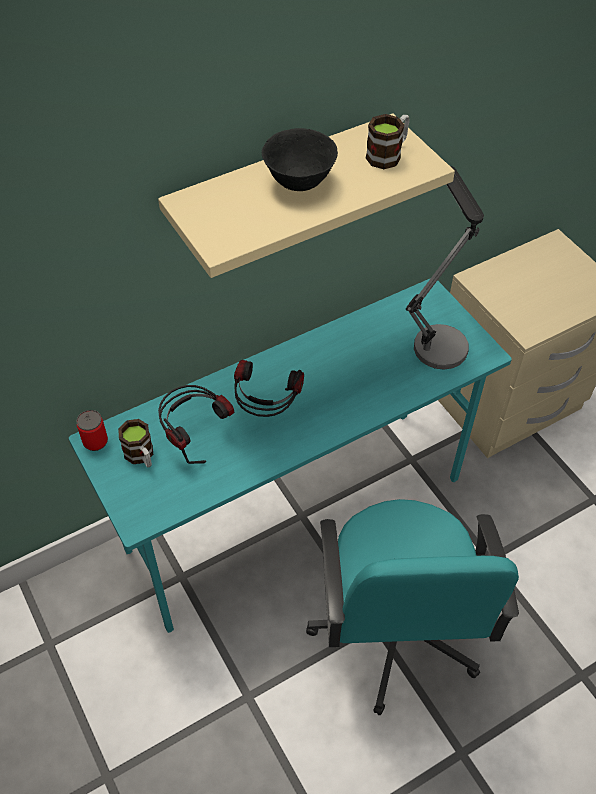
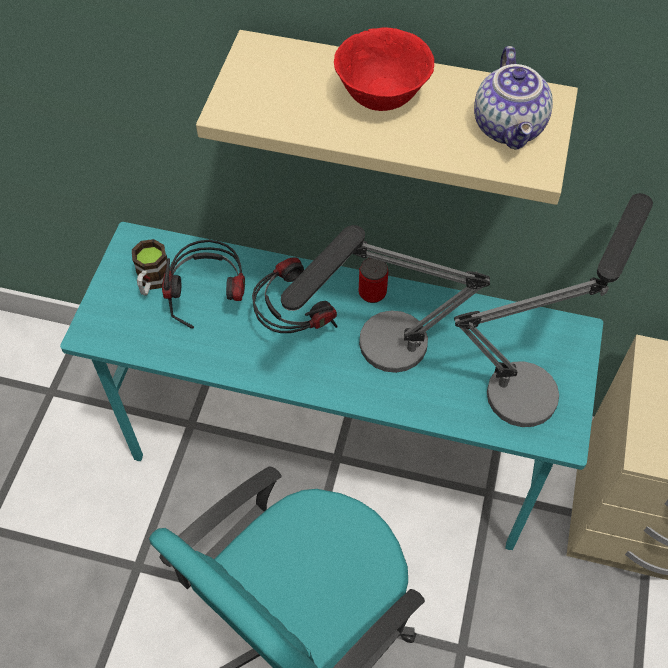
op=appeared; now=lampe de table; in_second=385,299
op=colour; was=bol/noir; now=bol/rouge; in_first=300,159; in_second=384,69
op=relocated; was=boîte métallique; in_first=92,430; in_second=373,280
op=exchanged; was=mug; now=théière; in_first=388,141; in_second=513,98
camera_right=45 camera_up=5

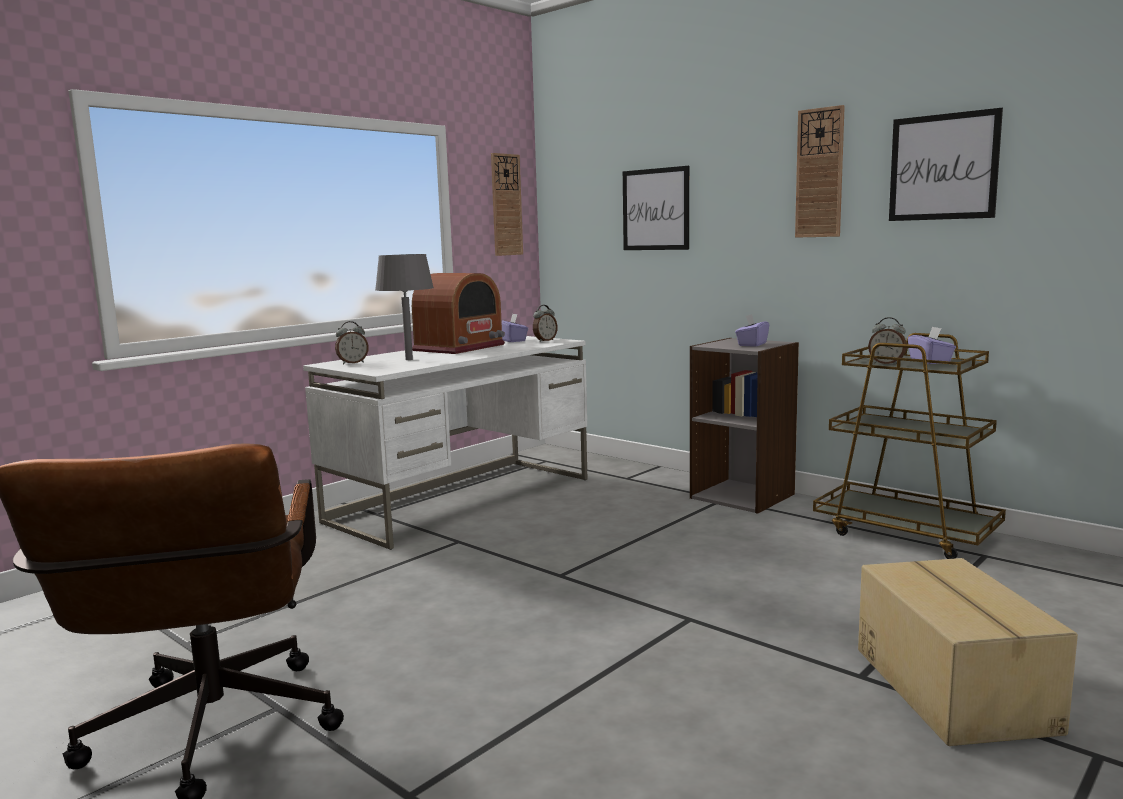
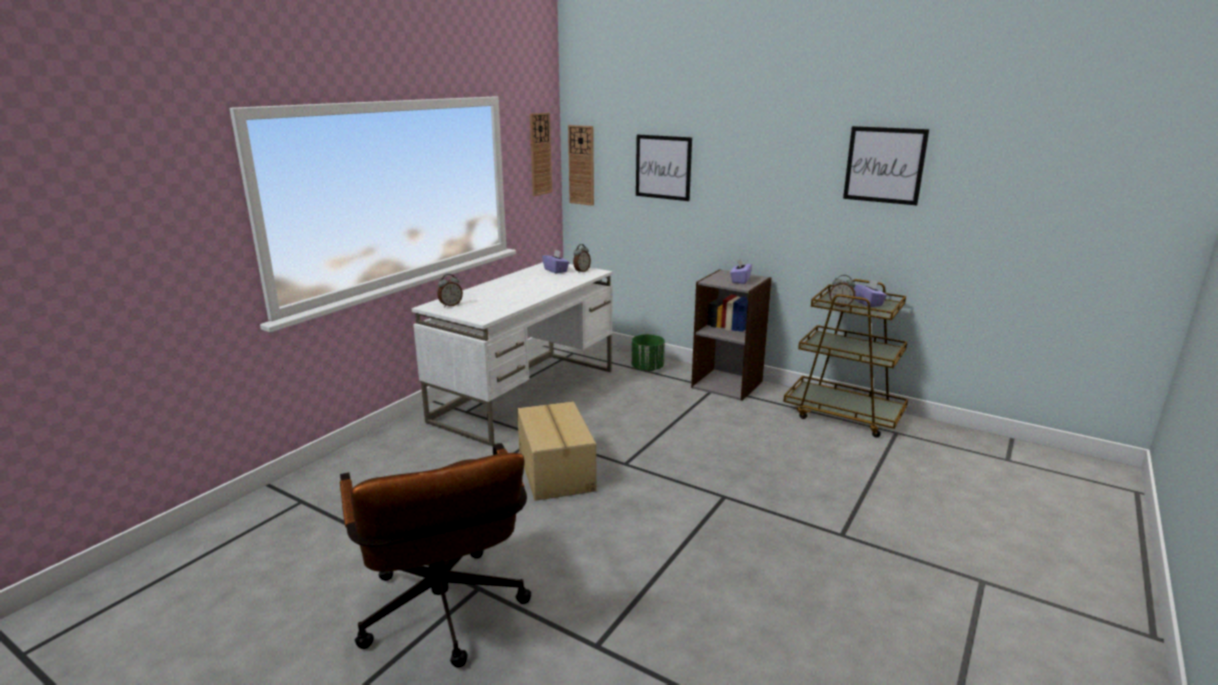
op=relocated; was=carton; in_first=968,652; in_second=557,451
op=relocated; was=horloge murale; in_first=820,171; in_second=581,165
op=appeared; now=cache-pot/vert; in_second=648,353
op=missing; was=lampe de table/gris; in_first=404,307
op=missing; was=radio; in_first=458,313
camera_right=-10 camera_up=10

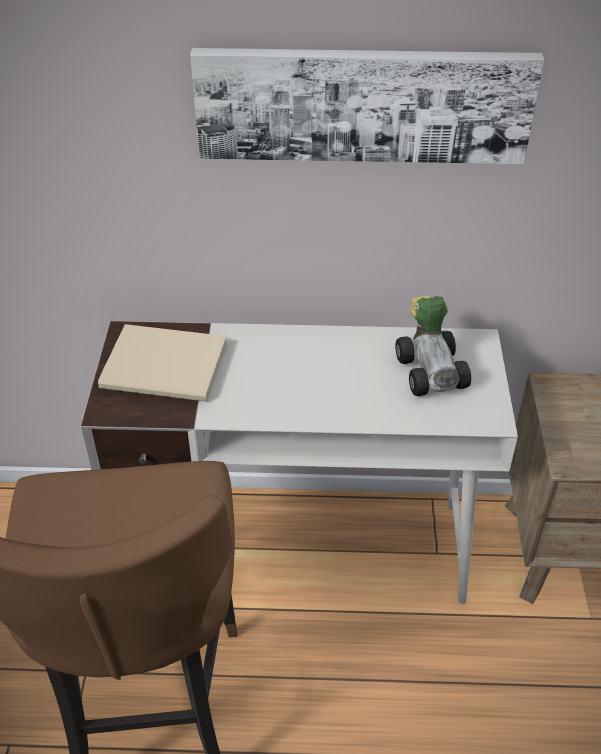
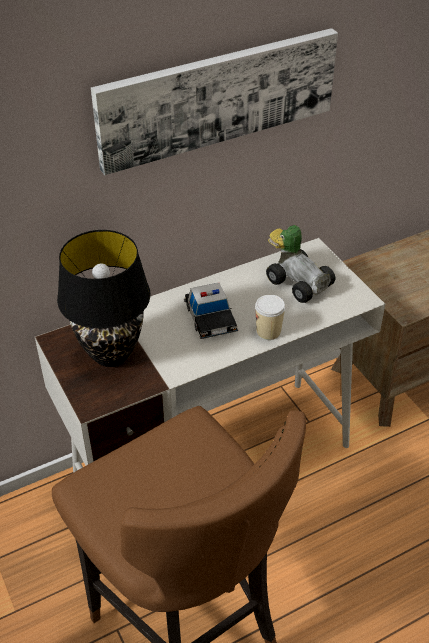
op=exchanged; was=livre/beige; now=lampe de table/noir; in_first=162,363; in_second=104,298
op=appeared; now=petite voiture; in_second=211,311
op=appeared; now=tasse; in_second=270,317
camera_right=-30 camera_up=0

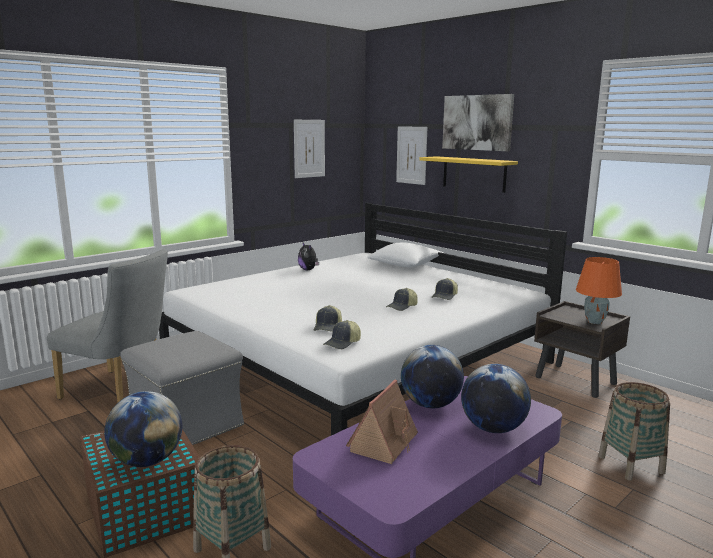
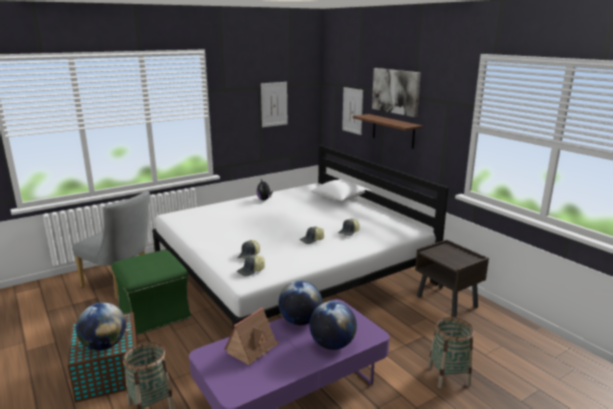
op=colour; was=pouf/gris; now=pouf/vert; in_first=182,388; in_second=151,292
op=colour; was=étagère/jaune; now=étagère/marron; in_first=468,174; in_second=387,131
op=missing; was=lampe de table/orange; in_first=599,290
camera_right=10 camera_up=5

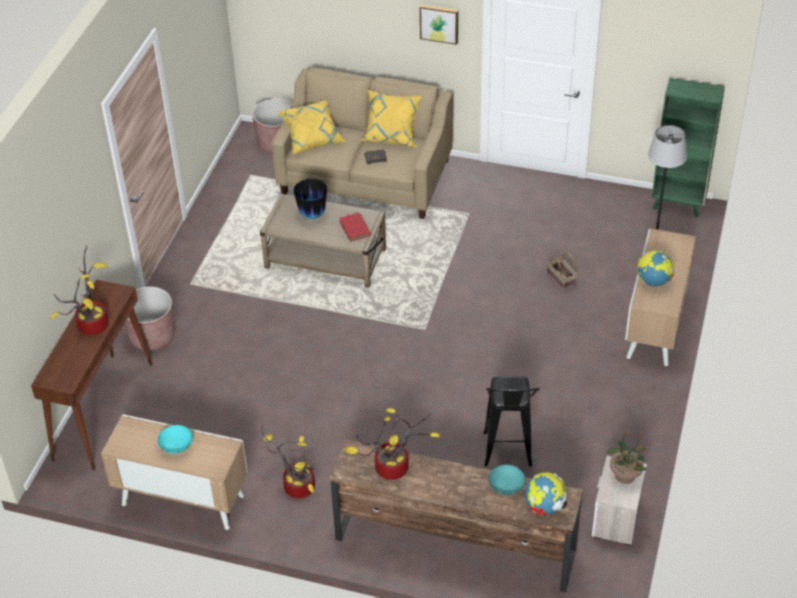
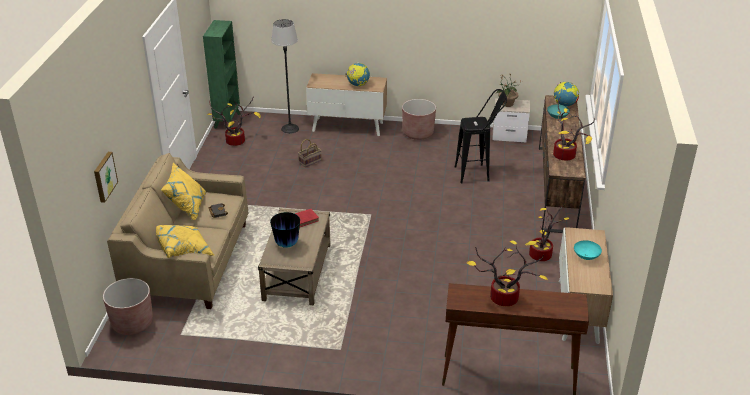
op=relocated; was=tableau; in_first=439,25; in_second=106,177
op=appeared; now=plante en pot; in_second=234,121
op=relocated; was=cache-pot/marron; in_first=149,319; in_second=419,119
camera_right=-100 camera_up=-10

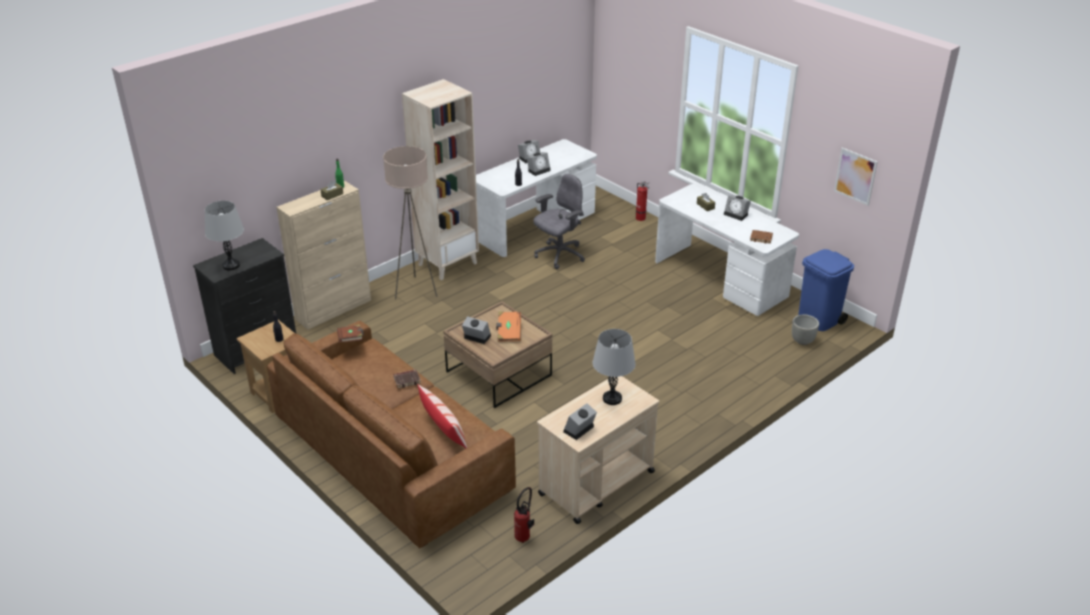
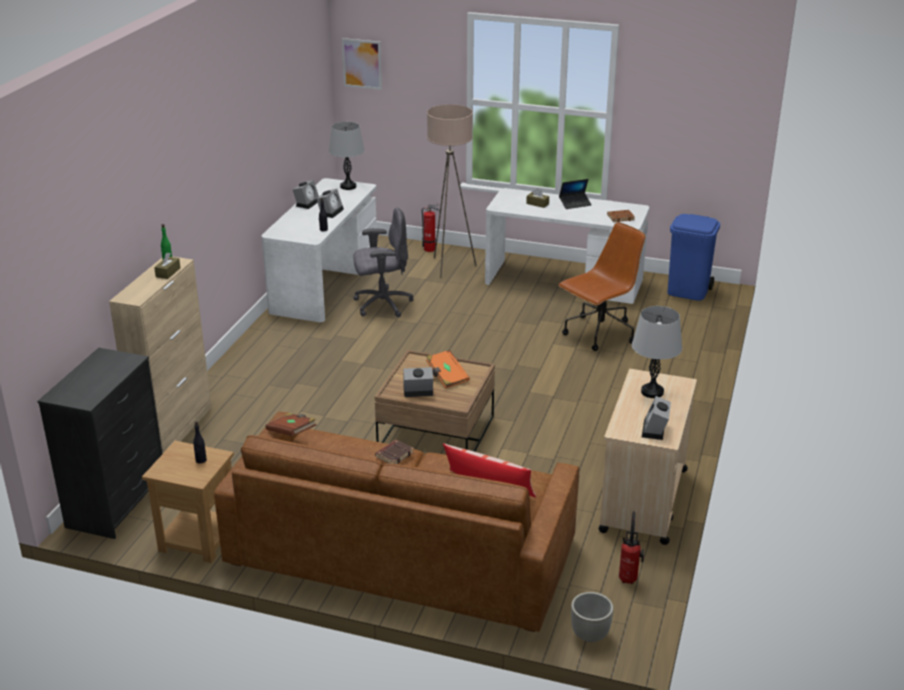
op=relocated; was=lampe de table/gris; in_first=224,236; in_second=347,156
op=relocated; was=tableau; in_first=855,176; in_second=362,64
op=spun; was=chaise de bureau/gris; in_first=559,221; in_second=383,262; clockwise=60
op=relocated; was=lampadaire/beige; in_first=410,223; in_second=452,191
op=appeared; now=chaise de bureau/marron; in_second=601,286
op=exchanged; was=réveil; now=ordinateur portable; in_first=737,208; in_second=575,194
op=relocated; was=cache-pot/gris; in_first=805,329; in_second=592,617
op=missing; was=bibliothèque/beige; in_first=440,179
camera_right=-30 camera_up=-5

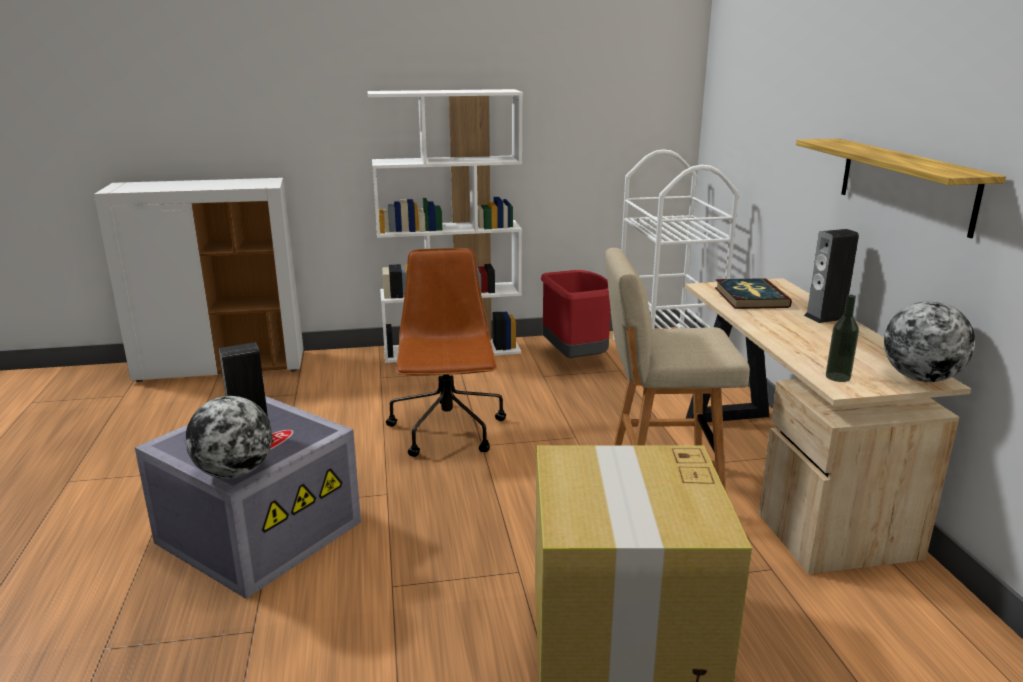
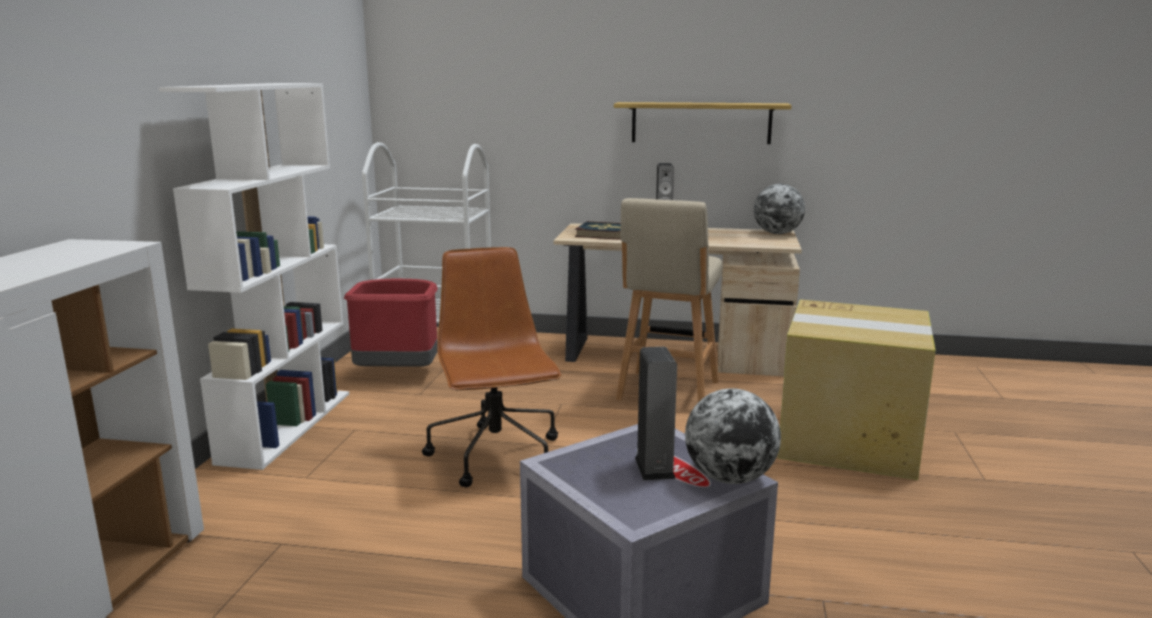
op=spun; was=chaise de bureau/marron; in_first=446,352; in_second=492,367; clockwise=60
op=missing; was=bouteille; in_first=842,338
camera_right=-70 camera_up=-5

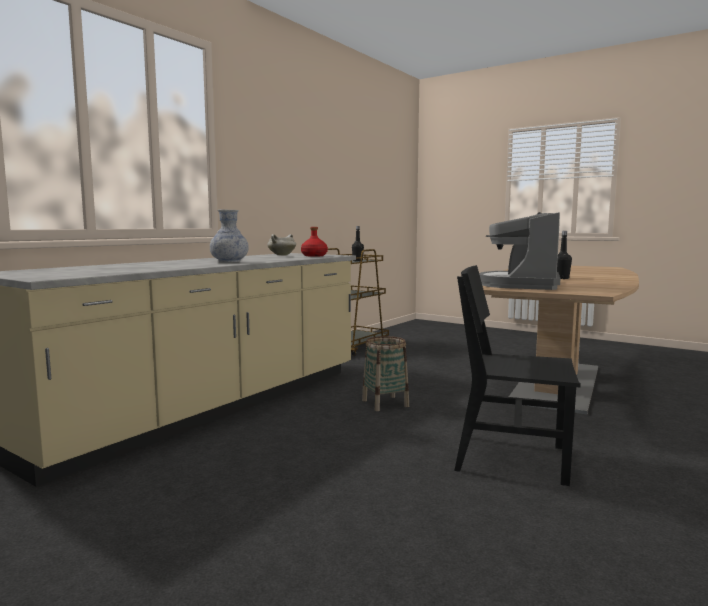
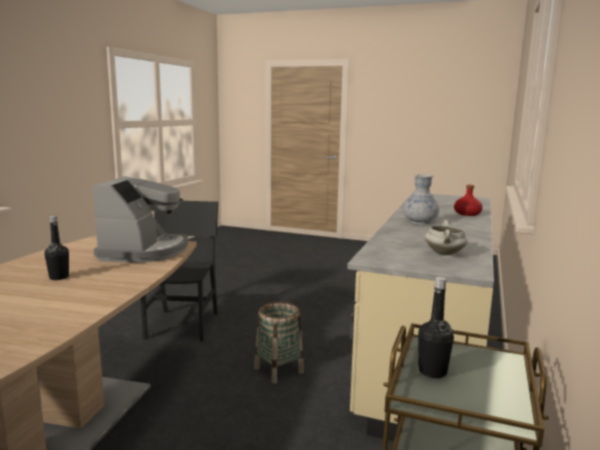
op=spun; was=chaise/noir; in_first=517,375; in_second=179,271; clockwise=-90
op=relocated; was=bouteille/rouge; in_first=314,242; in_second=468,200
camera_right=165 camera_up=5

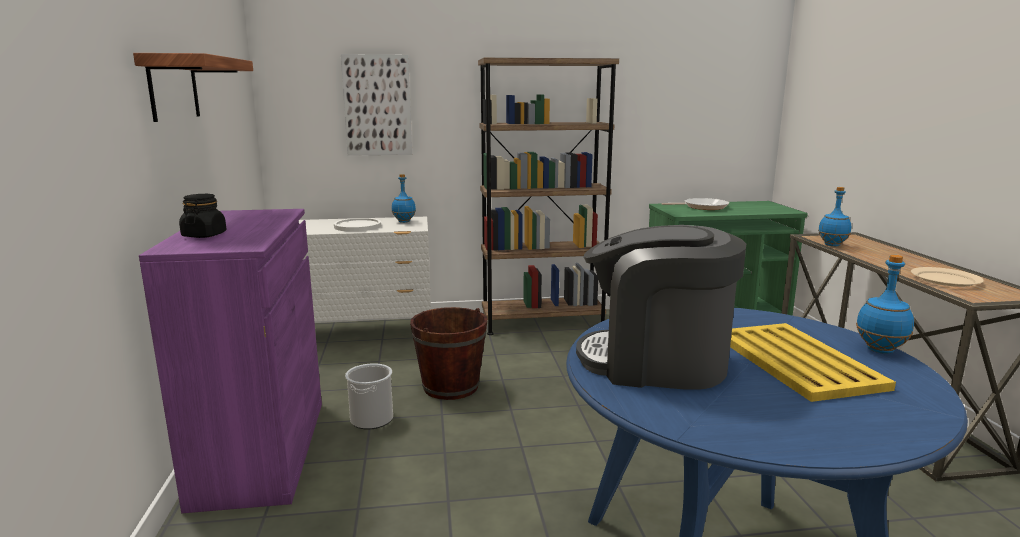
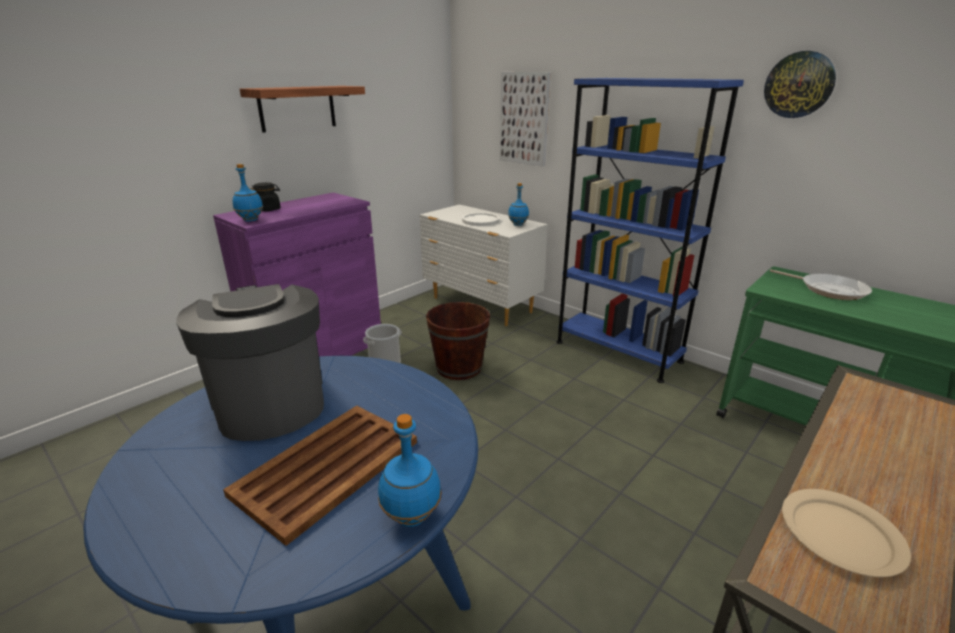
op=colour; was=plateau/jaune; now=plateau/marron; in_first=813,362; in_second=320,475
op=relocated; was=bouteille/bleu; in_first=834,216; in_second=248,193
op=colour; was=bibliothèque/marron; now=bibliothèque/bleu; in_first=548,196; in_second=650,230
op=appeared; now=horloge murale; in_second=800,84
camera_right=50 camera_up=10

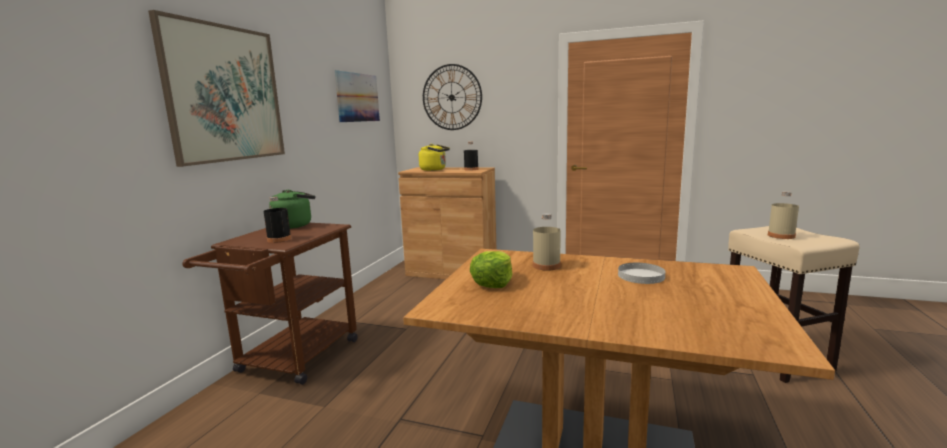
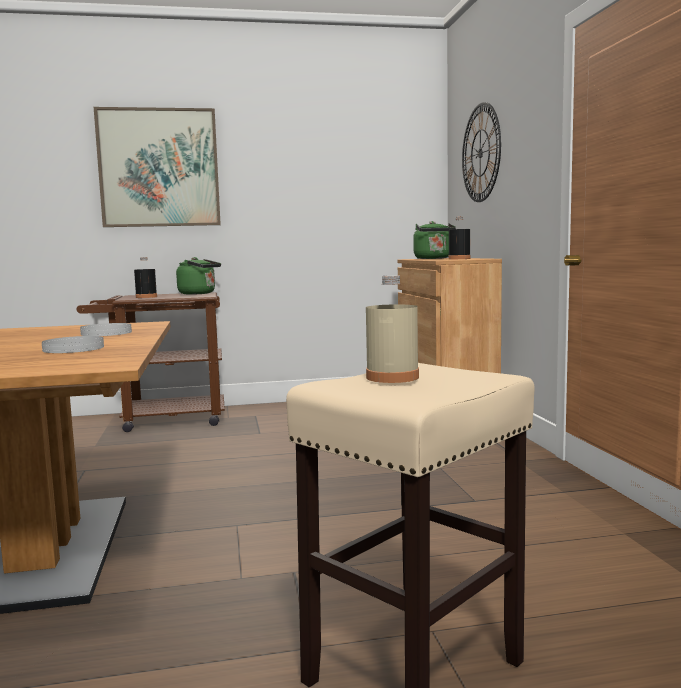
op=exchanged; was=bouteille/beige; now=assiette/blanc; in_first=547,242; in_second=106,329
op=colour; was=bouilloire/jaune; now=bouilloire/vert; in_first=434,157; in_second=434,240
op=missing; was=tableau; in_first=357,96
op=missing; was=laitue; in_first=491,269
camera_right=60 camera_up=-5

